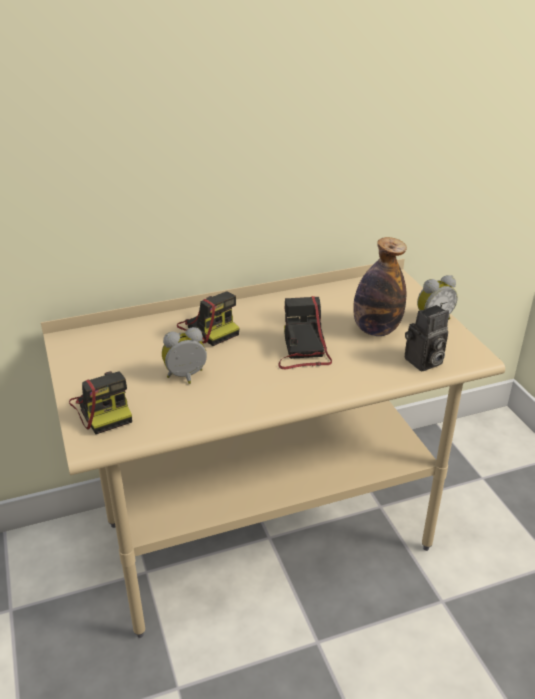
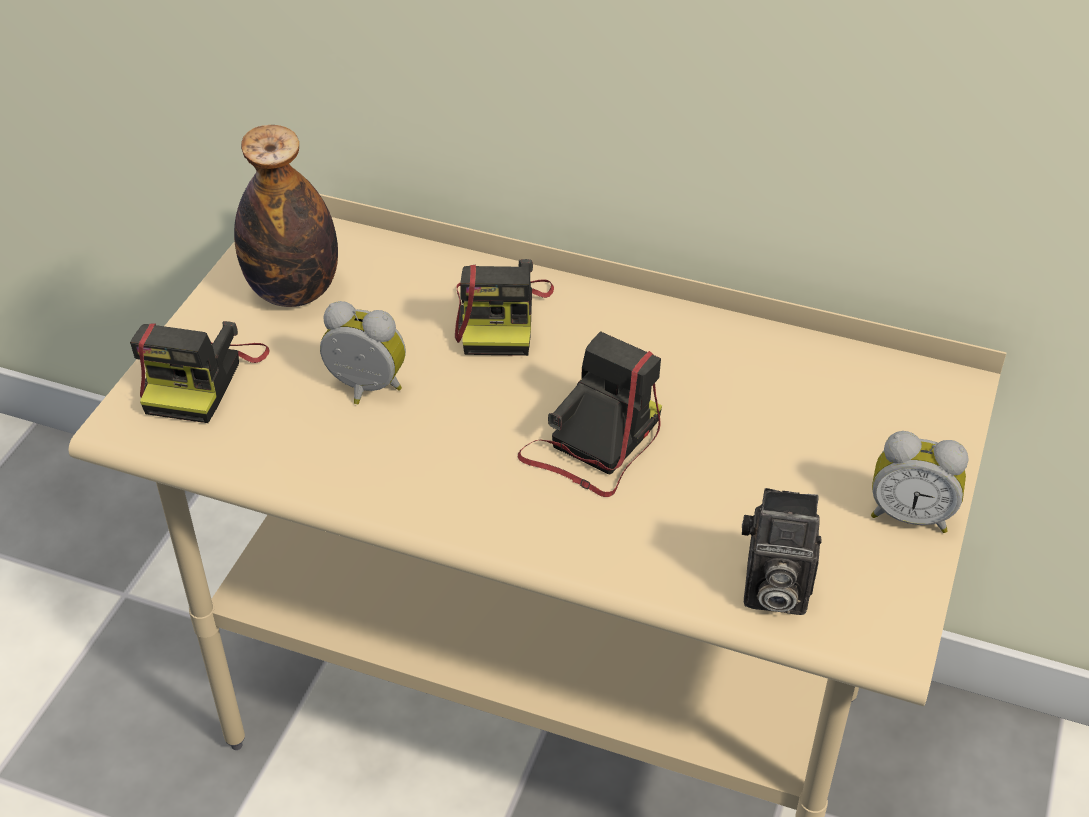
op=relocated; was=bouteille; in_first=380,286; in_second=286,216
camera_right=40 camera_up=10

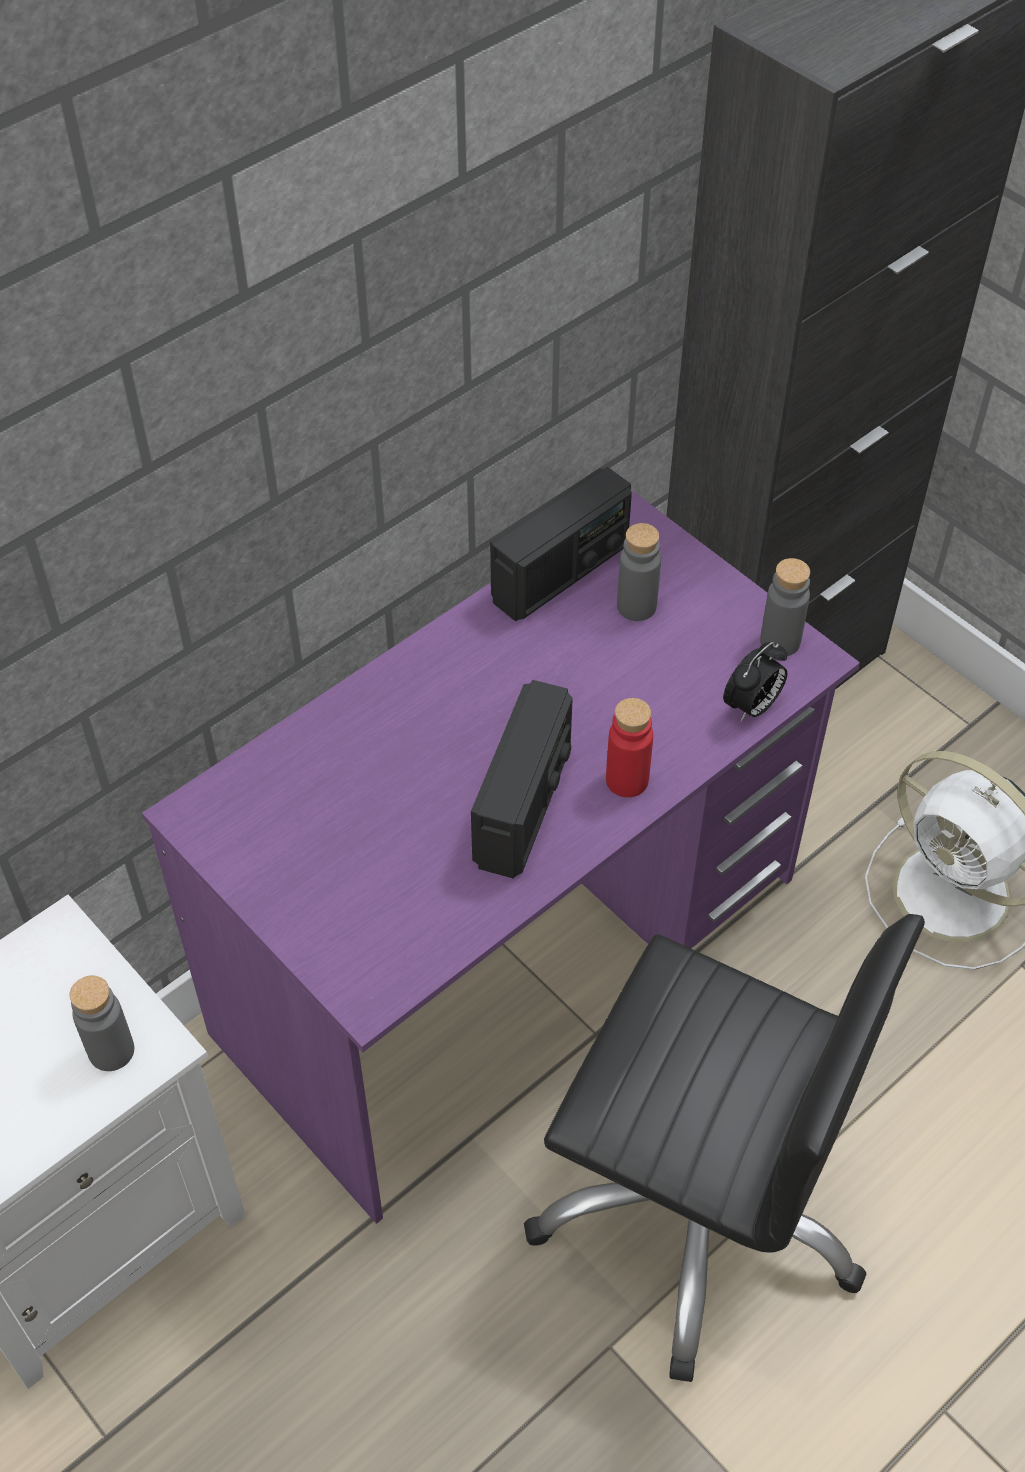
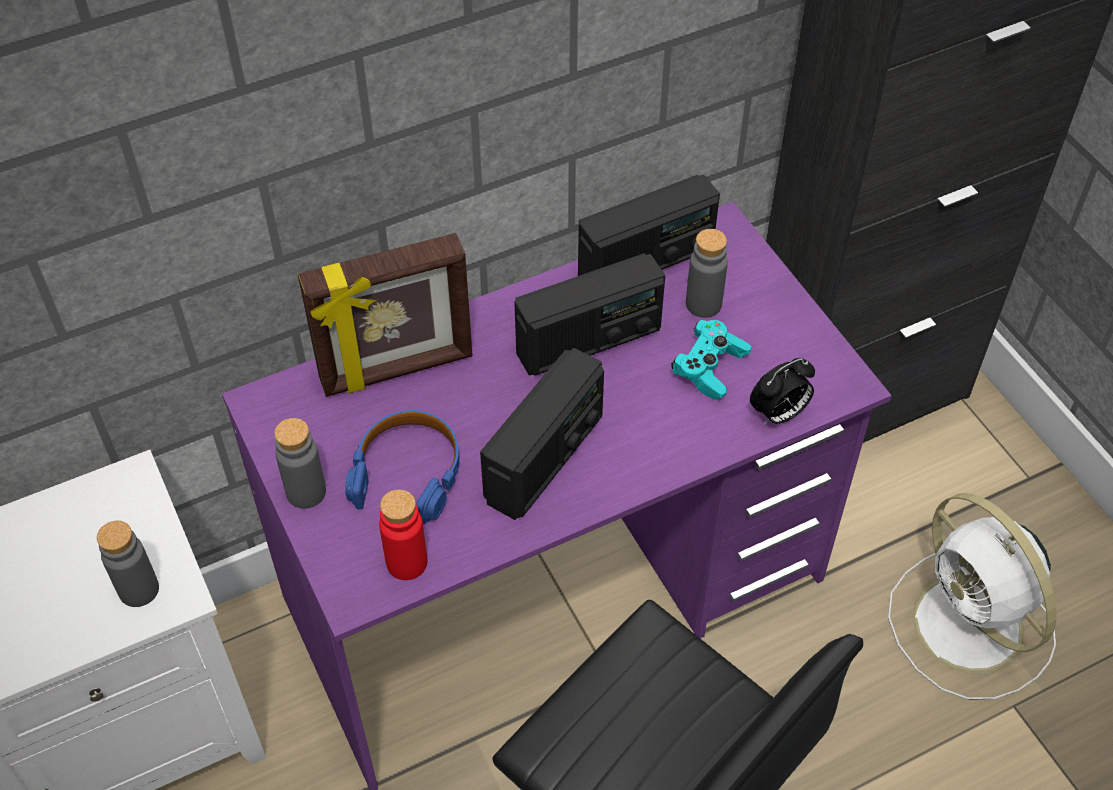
op=relocated; was=bouteille/gris; in_first=785,607; in_second=300,463
op=appeared; now=cadre photo; in_second=385,315
op=appeared; now=casque audio/bleu; in_second=402,467
op=relocated; was=bouteille/rouge; in_first=629,747; in_second=403,534
op=appeared; now=radio; in_second=589,314
op=appeared; now=manette/turquoise; in_second=711,360
camera_right=15 camera_up=0

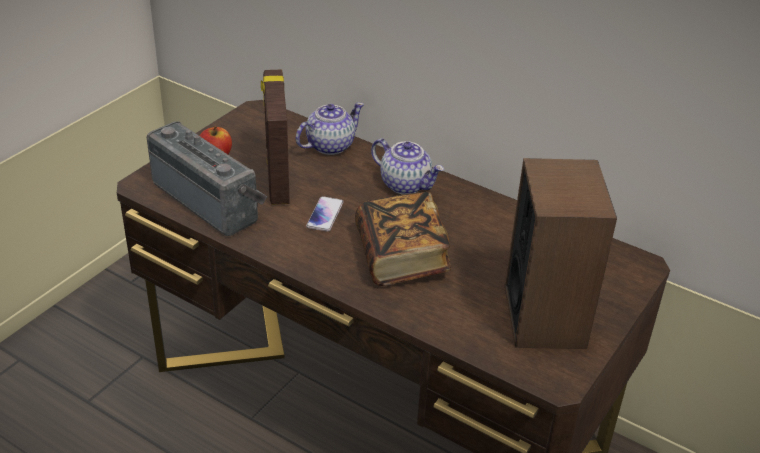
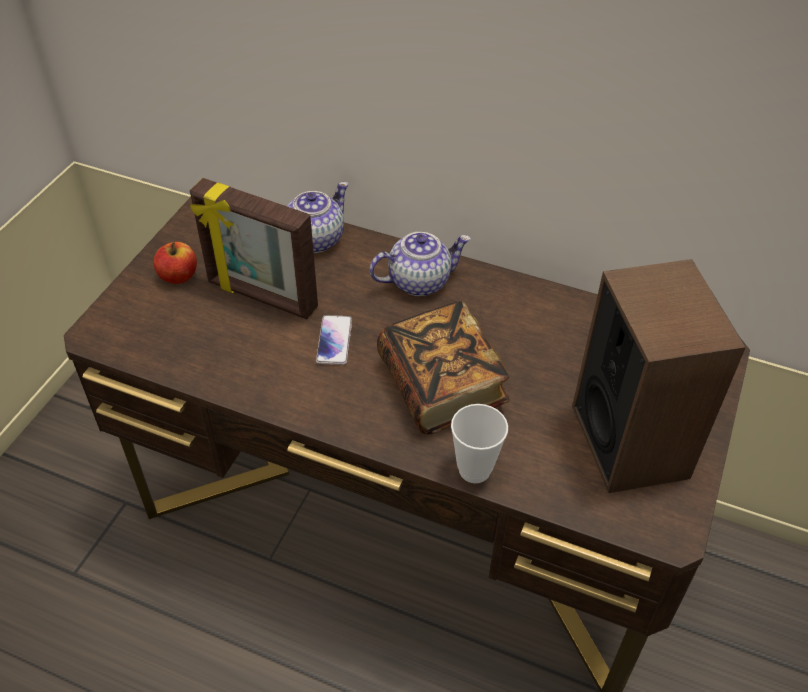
op=spun; was=cadre photo; in_first=275,137; in_second=254,248; clockwise=-45
op=spun; was=théière; in_first=407,166; in_second=420,264; clockwise=-45
op=appeared; now=tasse; in_second=479,443
op=missing; was=radio; in_first=207,178
camera_right=-10 camera_up=10

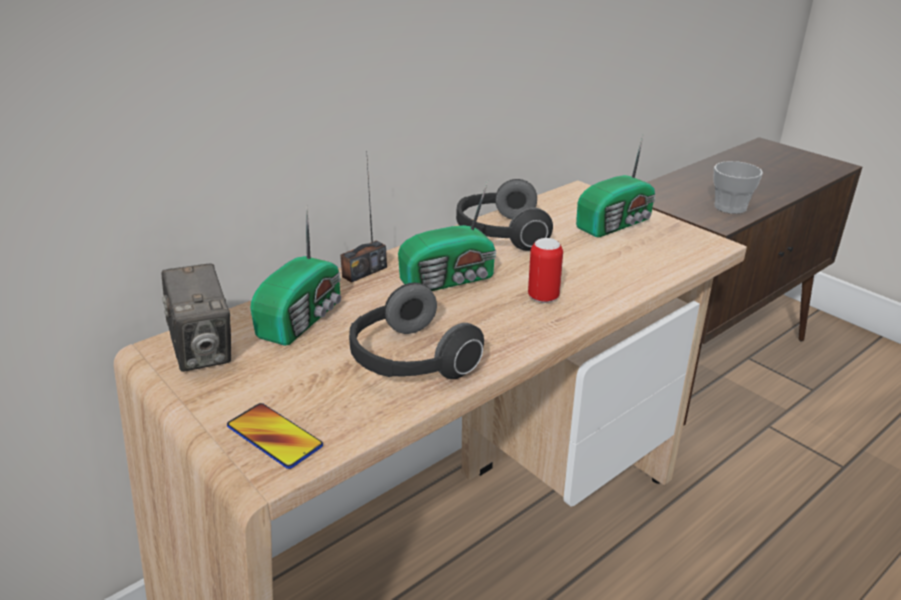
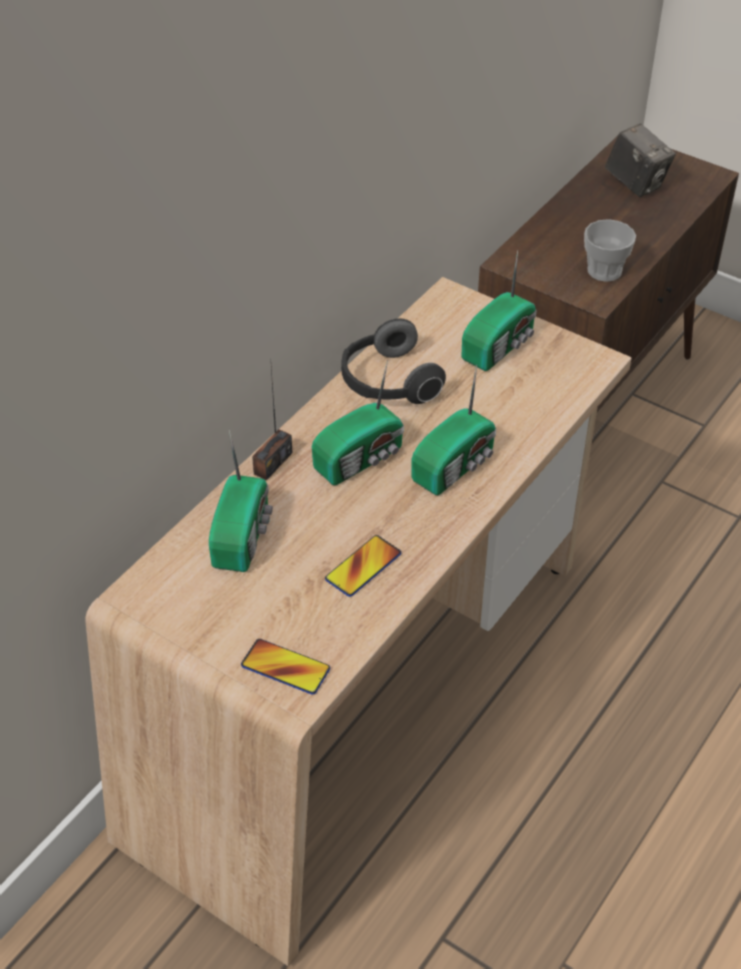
op=exchanged; was=casque audio; now=téléphone; in_first=416,331; in_second=363,566
op=exchanged; was=boîte métallique; now=radio; in_first=545,270; in_second=454,429
op=relocated; was=appareil photo; in_first=196,317; in_second=640,160
camera_right=-15 camera_up=15

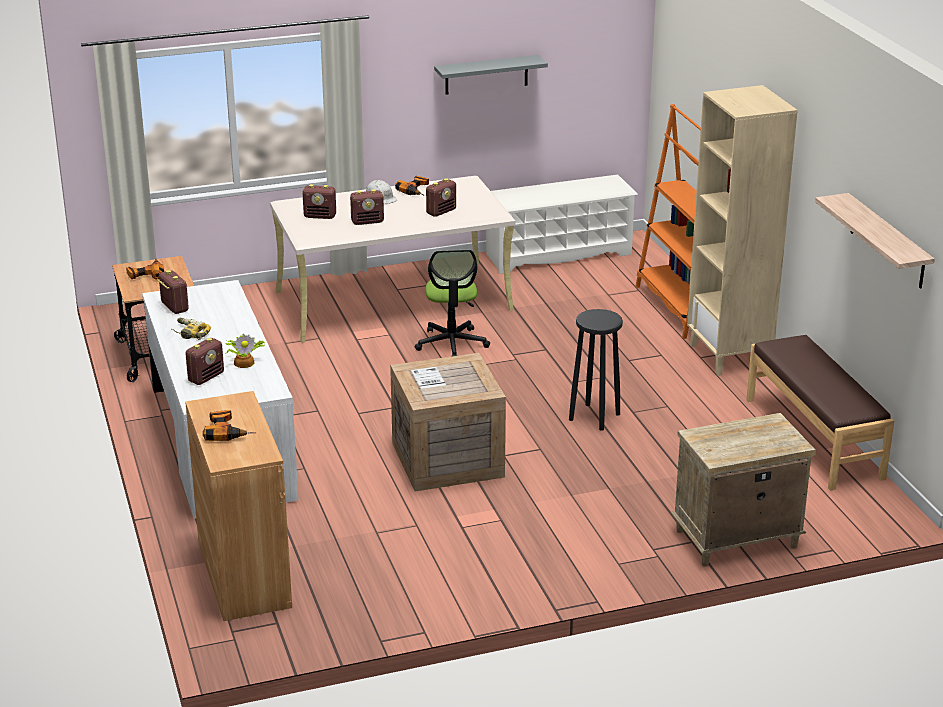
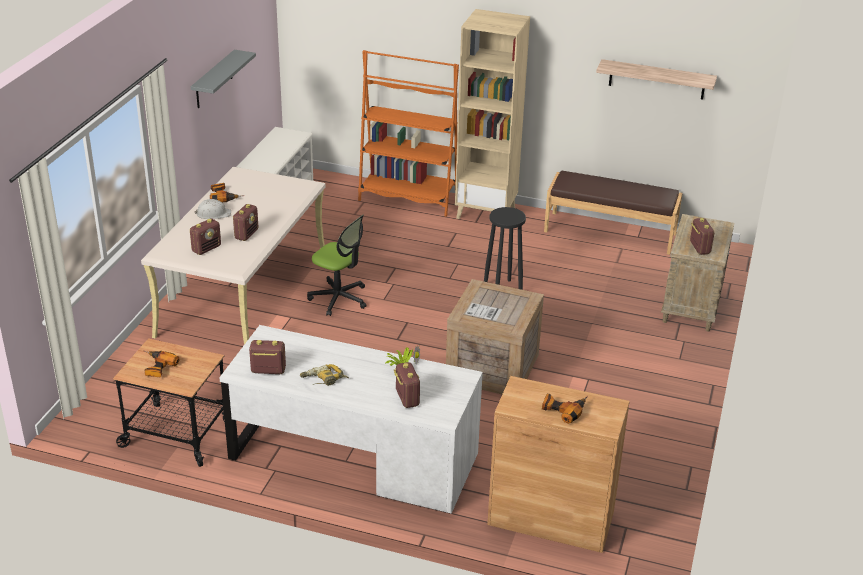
op=relocated; was=radio; in_first=441,197; in_second=702,236
camera_right=-55 camera_up=5

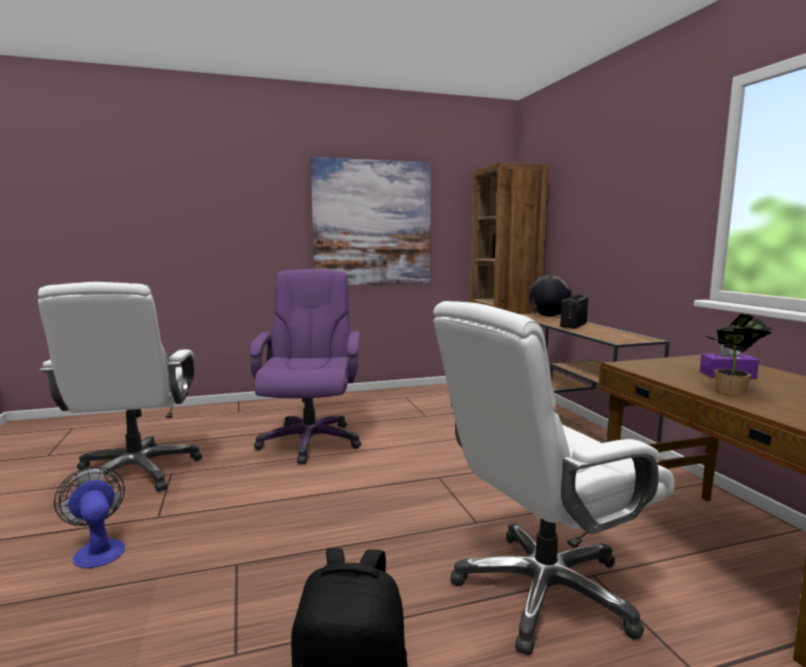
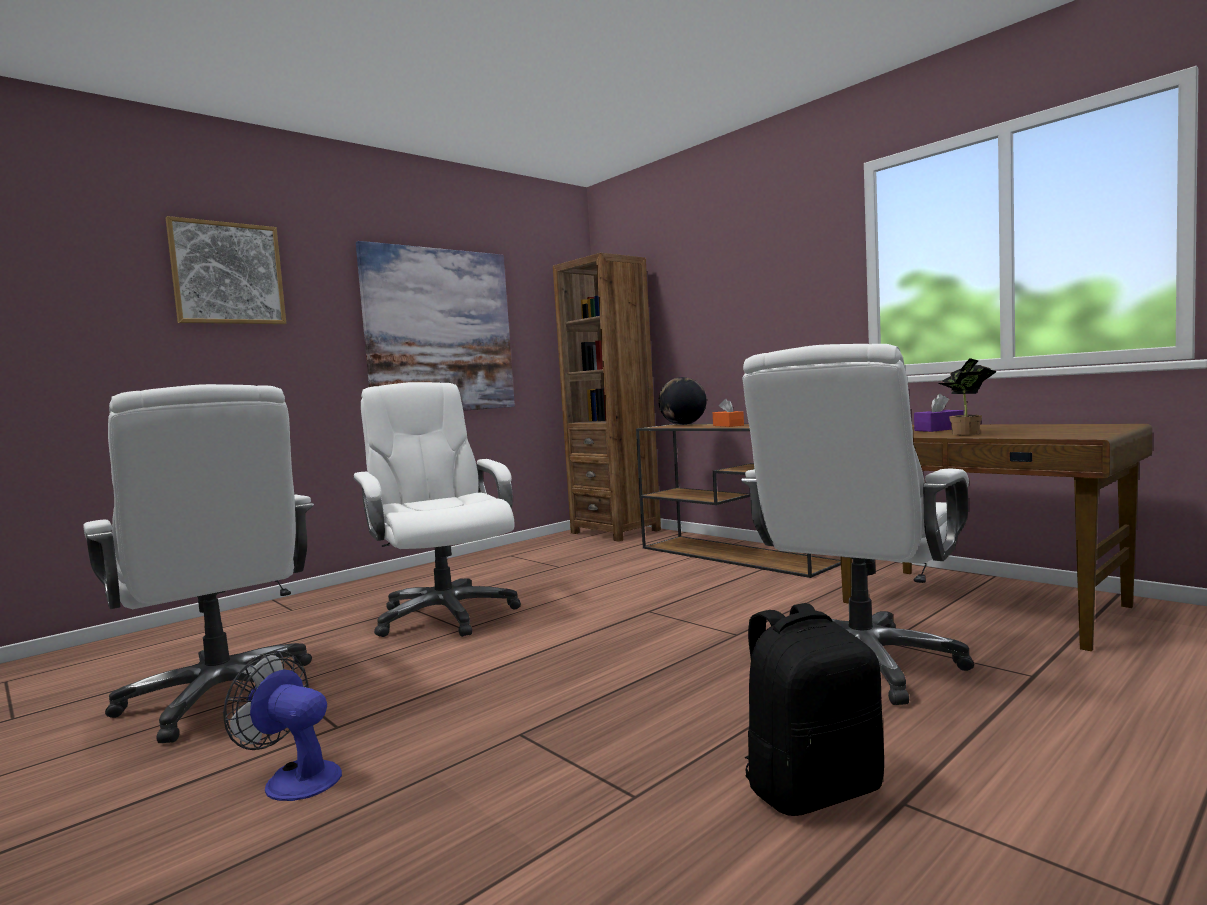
op=appeared; now=tableau; in_second=226,270
op=colour; was=chaise de bureau/violet; now=chaise de bureau/blanc; in_first=305,366; in_second=437,509
op=exchanged; was=radio; now=boîte à mouchoirs/orange; in_first=574,311; in_second=728,413
camera_right=-25 camera_up=-5

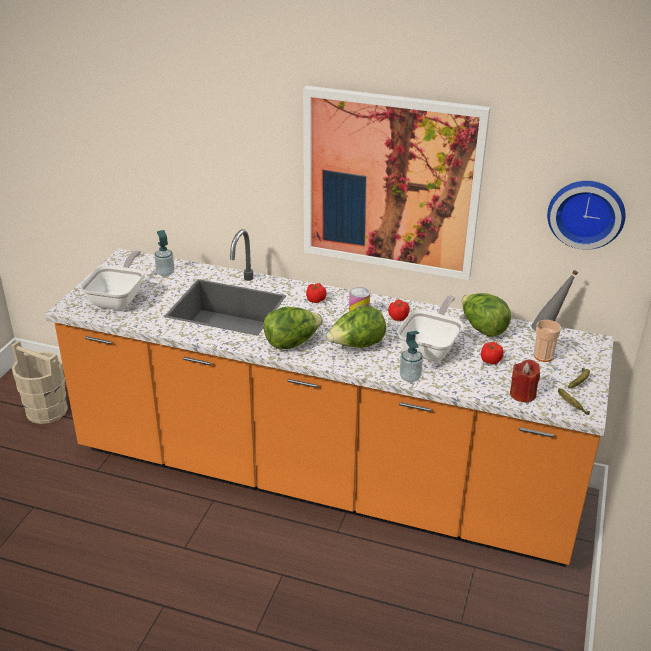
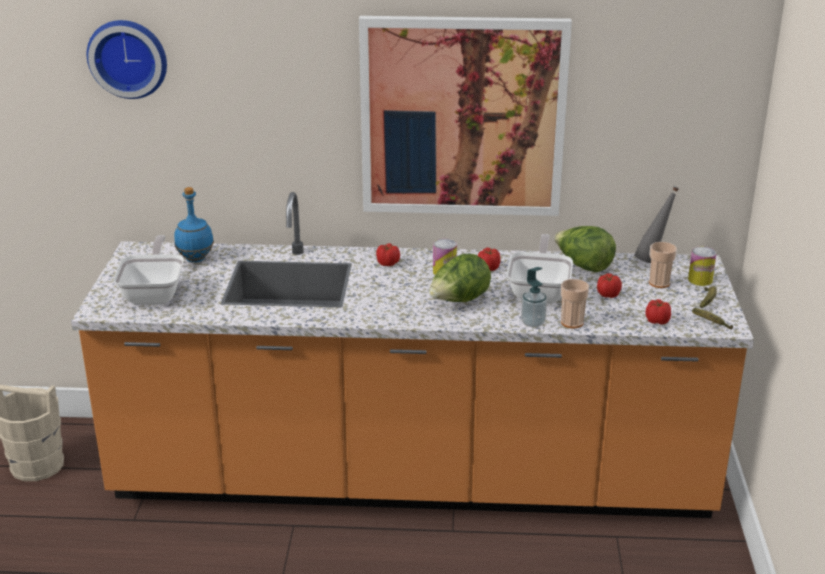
op=relocated; was=horloge murale; in_first=586,215; in_second=127,59
op=exchanged; was=distributeur de savon; now=bouteille/bleu; in_first=164,253; in_second=194,225
op=appeared; now=tasse; in_second=575,303
op=exchanged; was=bougie/rouge; now=tomate; in_first=525,381; in_second=658,312
op=appeared; now=boîte métallique; in_second=702,266
op=missing; was=laitue; in_first=293,328
camera_right=-15 camera_up=-5

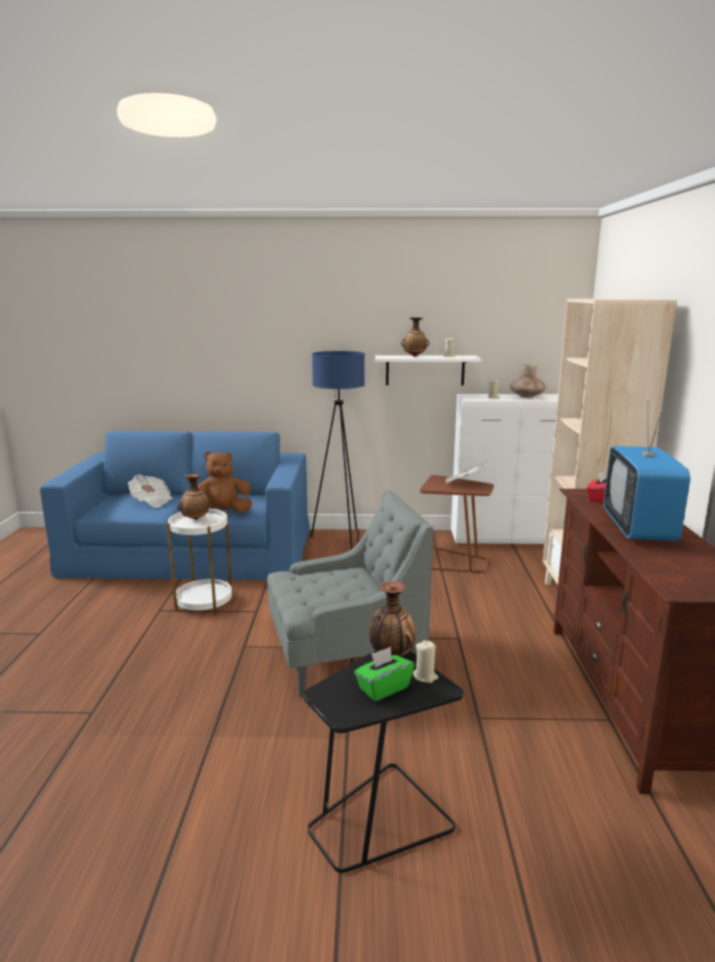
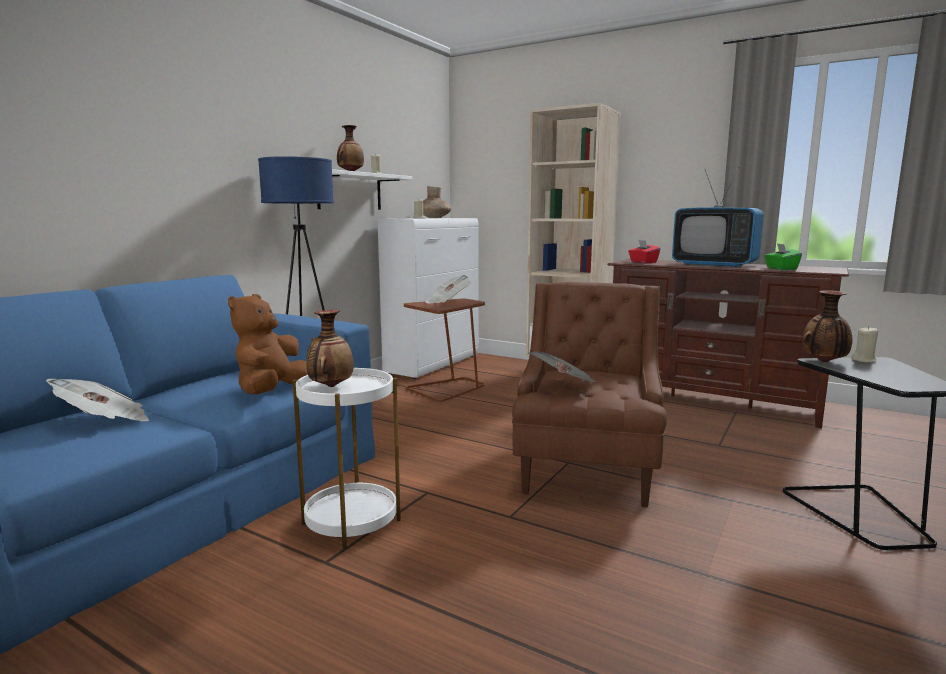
op=colour; was=fauteuil/gris; now=fauteuil/marron; in_first=350,593; in_second=590,394
op=appeared; now=journal; in_second=563,366
op=relocated; was=boîte à mouchoirs/vert; in_first=384,674; in_second=783,256
camera_right=-60 camera_up=-5

